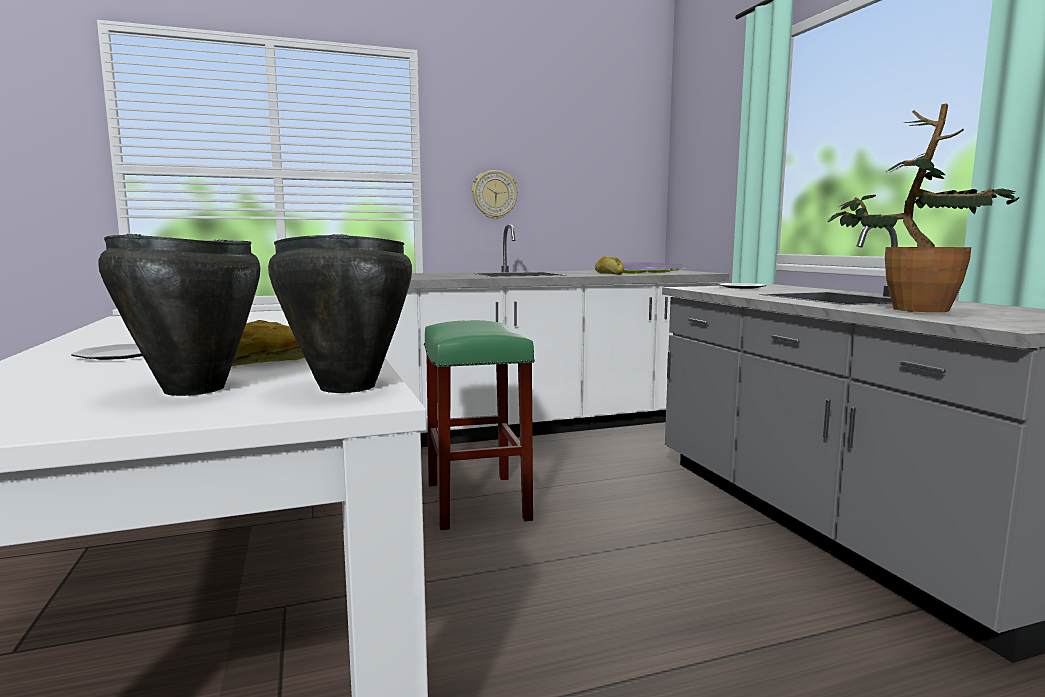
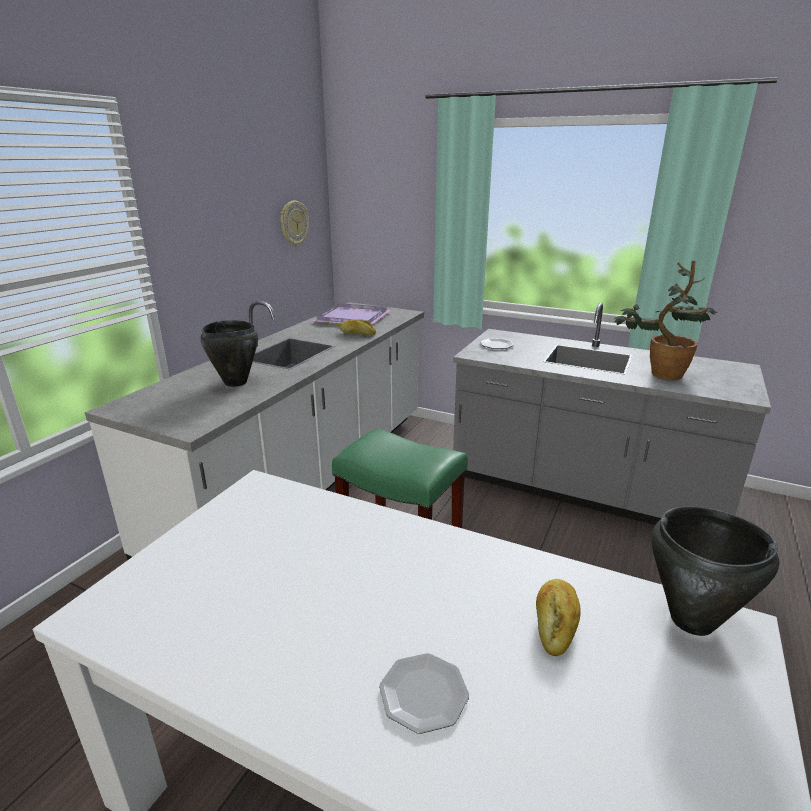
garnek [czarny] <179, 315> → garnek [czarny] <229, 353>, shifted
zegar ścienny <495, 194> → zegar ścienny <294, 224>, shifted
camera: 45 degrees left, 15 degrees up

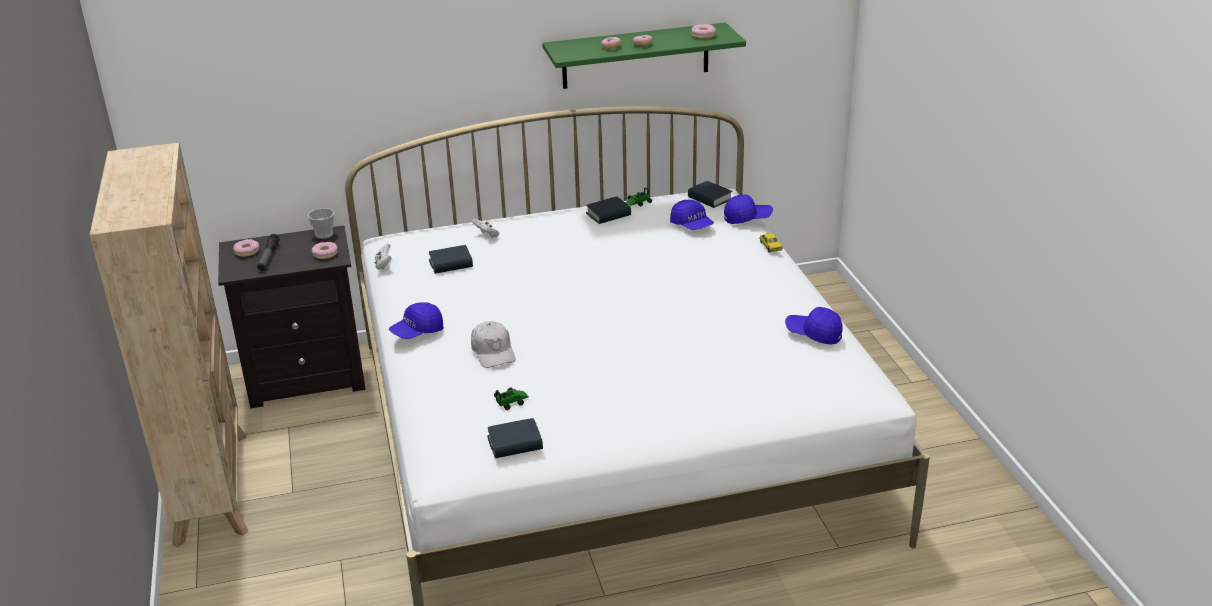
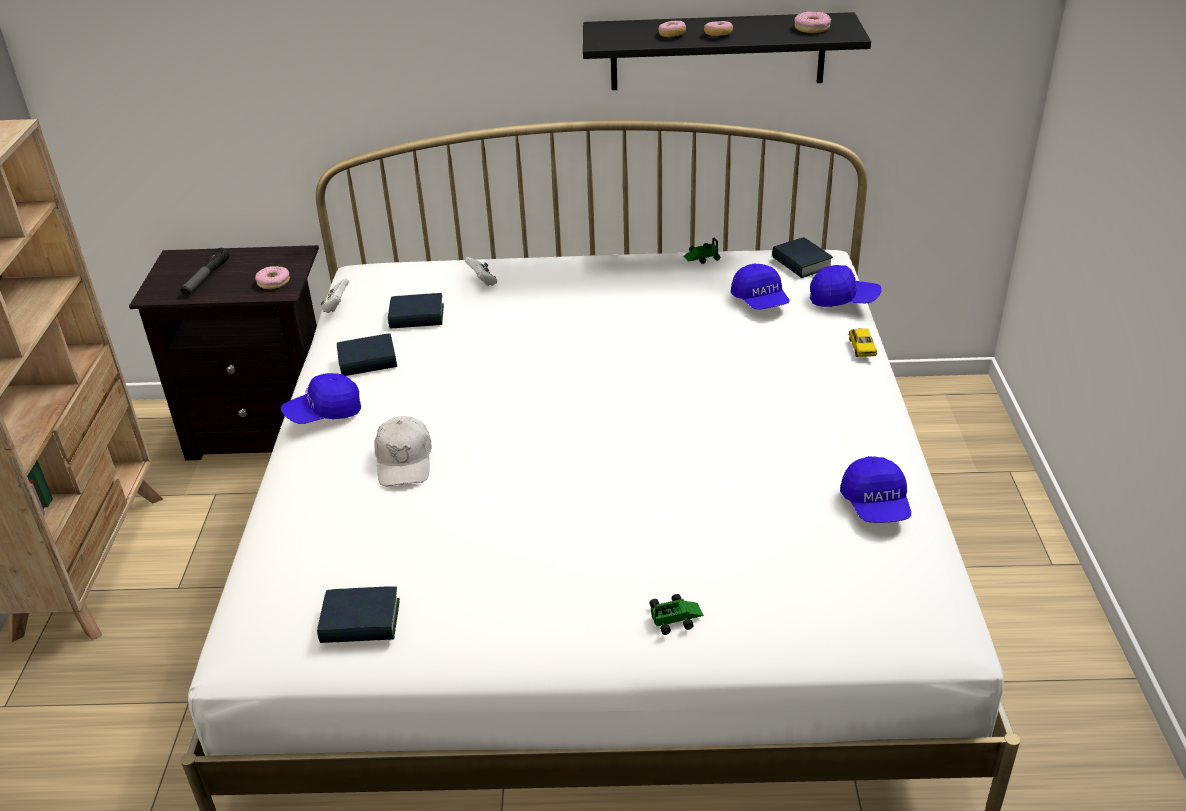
donut <246, 248> → -
filiżanka <321, 223> → -
samochodzik <511, 399> → samochodzik <676, 614>, shifted
półka [zielony] <644, 55> → półka [czarny] <727, 51>
książka <608, 210> → książka <367, 354>, shifted
czapka z daszkiem [niebieski] <814, 325> → czapka z daszkiem [niebieski] <875, 489>, 135 degrees counterclockwise
camera: 15 degrees right, 5 degrees up

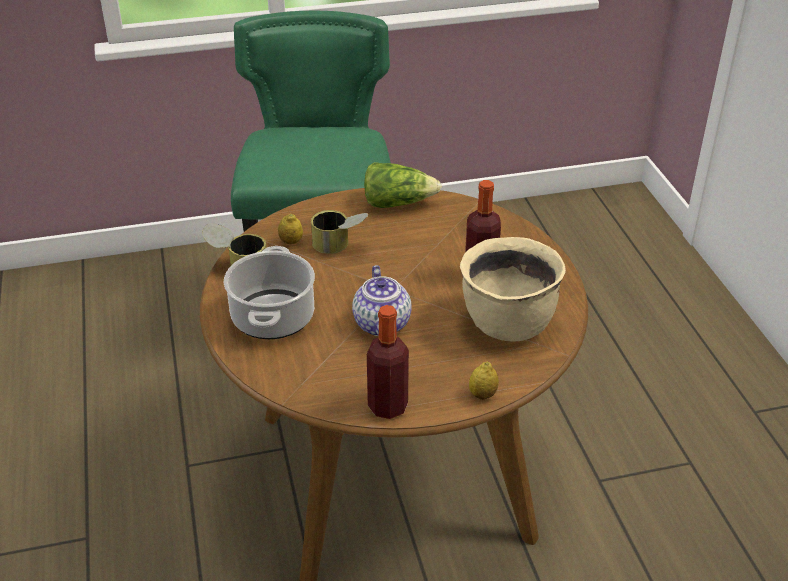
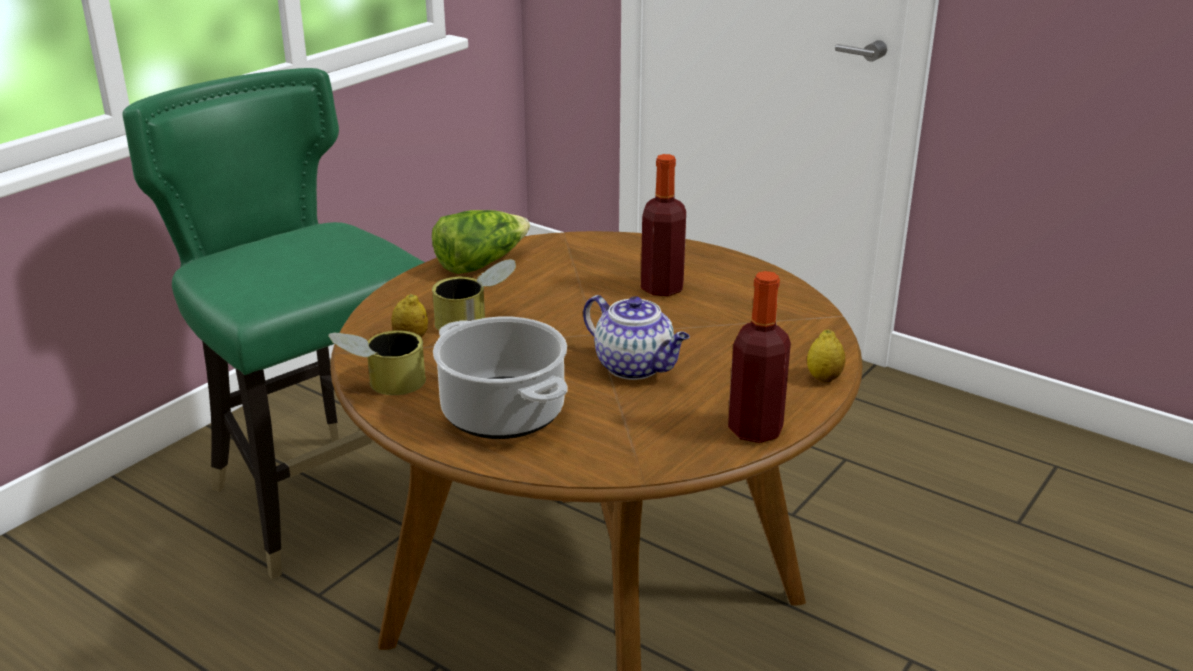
garnek [beżowy] <513, 289> → -
camera: 40 degrees left, 10 degrees down

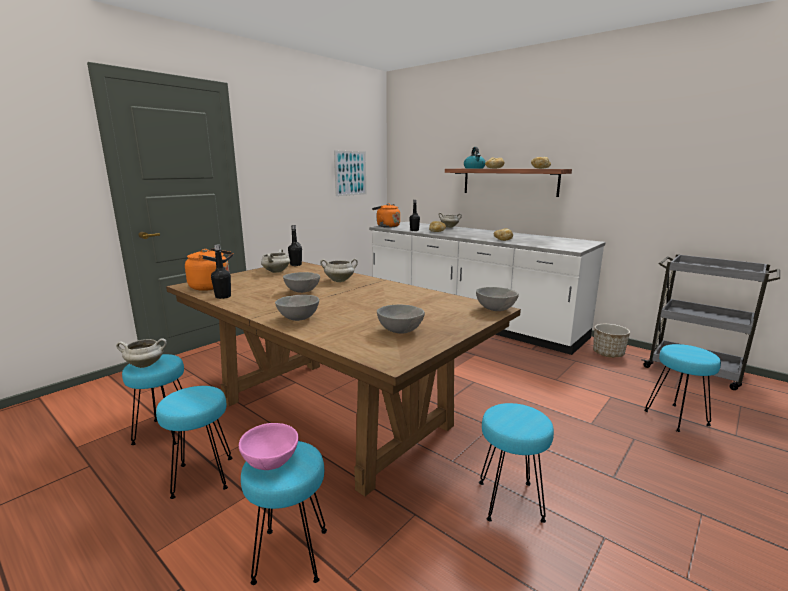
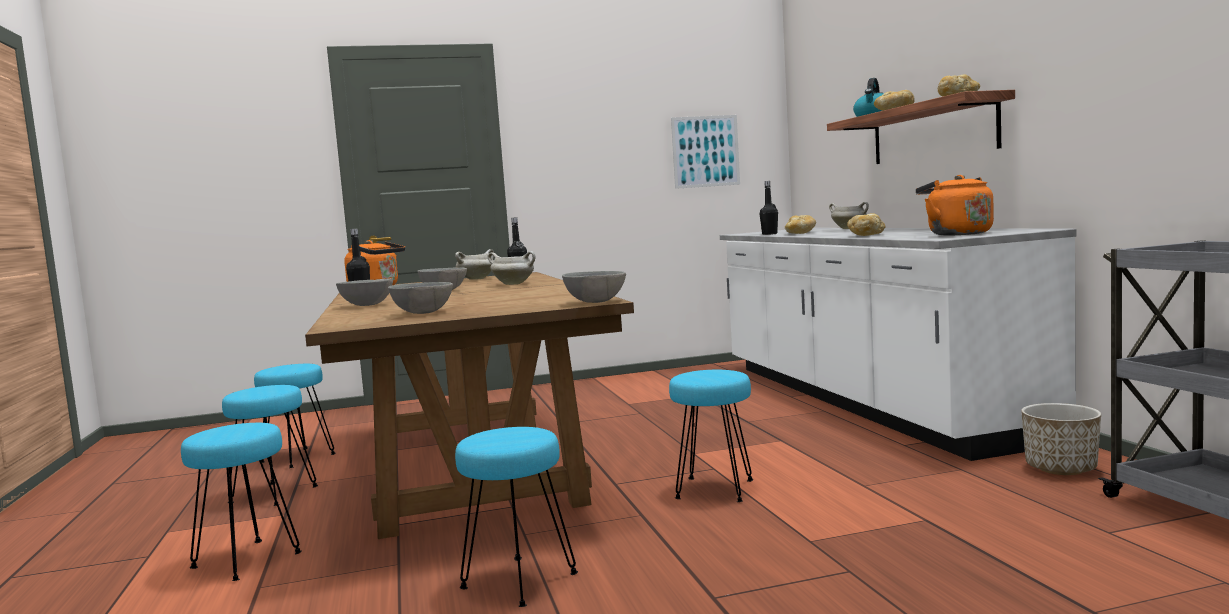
garnek [biały] <141, 353> → -
miska [różowy] <269, 446> → -
czajnik [pomarańczowy] <386, 215> → czajnik [pomarańczowy] <954, 205>, shifted
stołek [turkusowy] <682, 388> → stołek [turkusowy] <711, 436>, shifted
camera: 35 degrees right, 10 degrees down

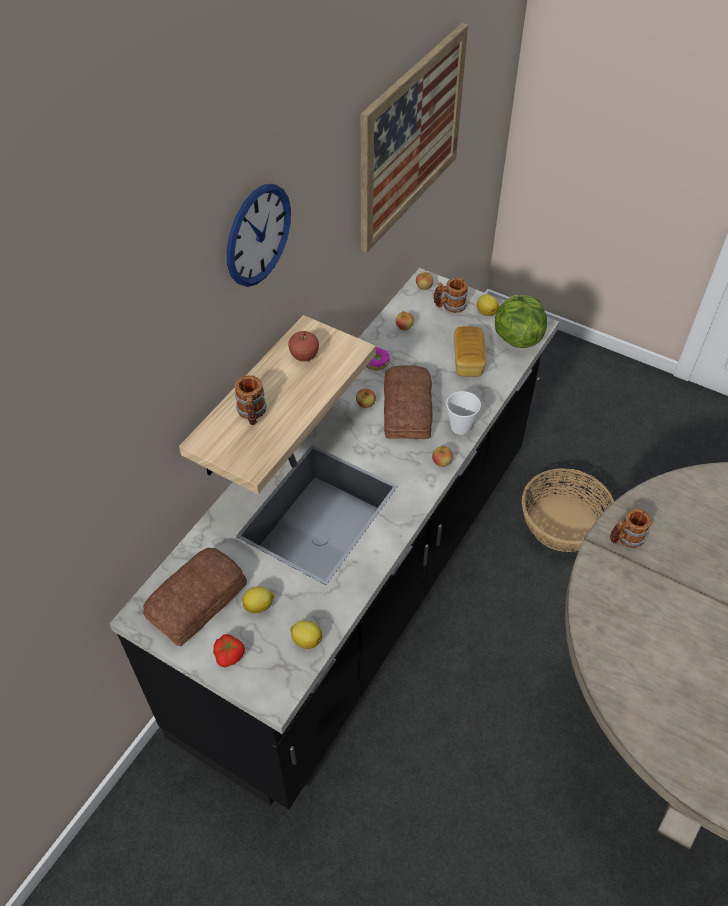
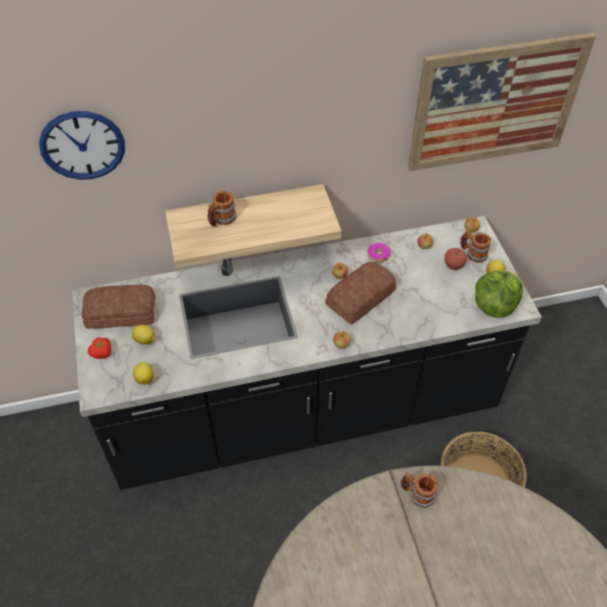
zegar ścienny <259, 235> → zegar ścienny <82, 145>, shifted
jabłko <303, 346> → jabłko <455, 259>, shifted
filiżanka <463, 413> → -
chleb <470, 351> → -
camera: 45 degrees right, 0 degrees up

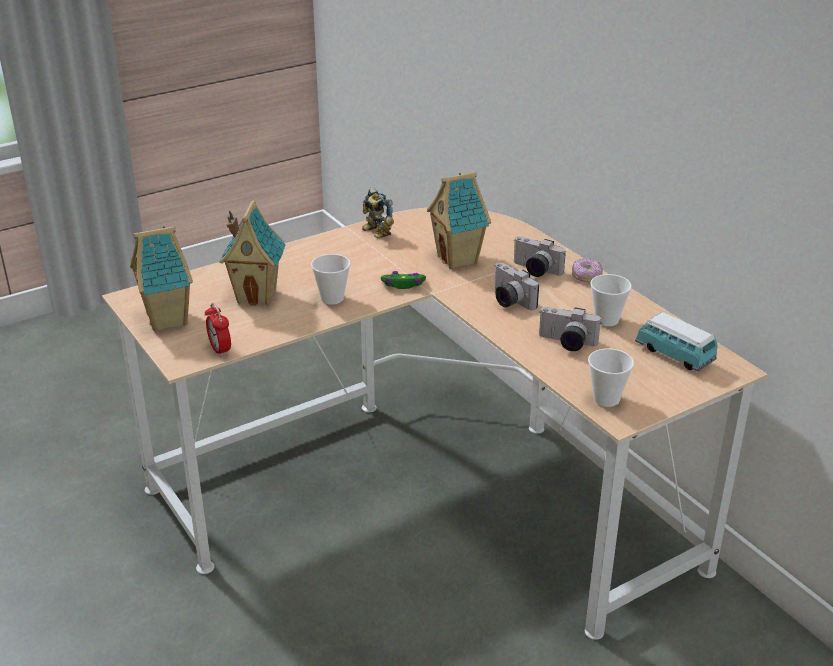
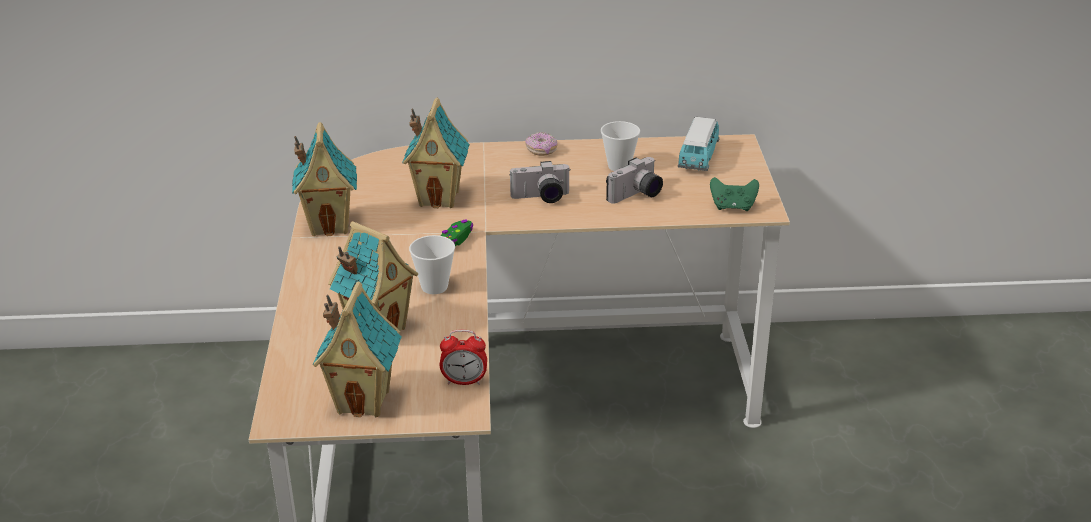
robot zabawkowy <378, 212> → domek <324, 179>
aparat fotograficzny <539, 256> → -
filiżanka <611, 377> → pad do gier [zielony] <734, 194>
samochodzik <676, 342> → samochodzik <699, 144>, 60 degrees counterclockwise
camera: 60 degrees left, 0 degrees up

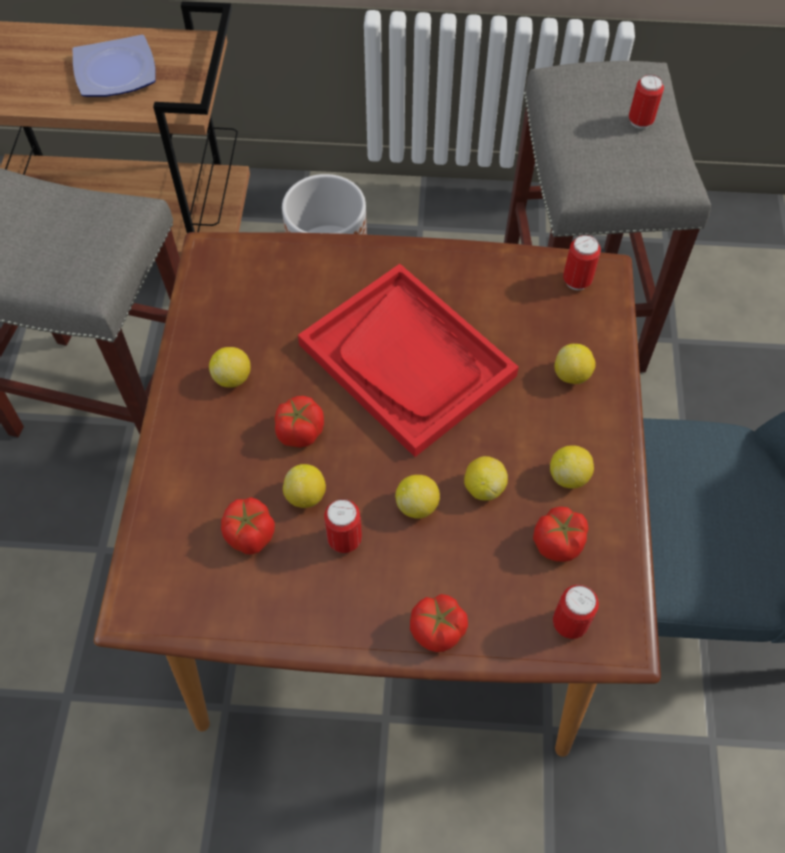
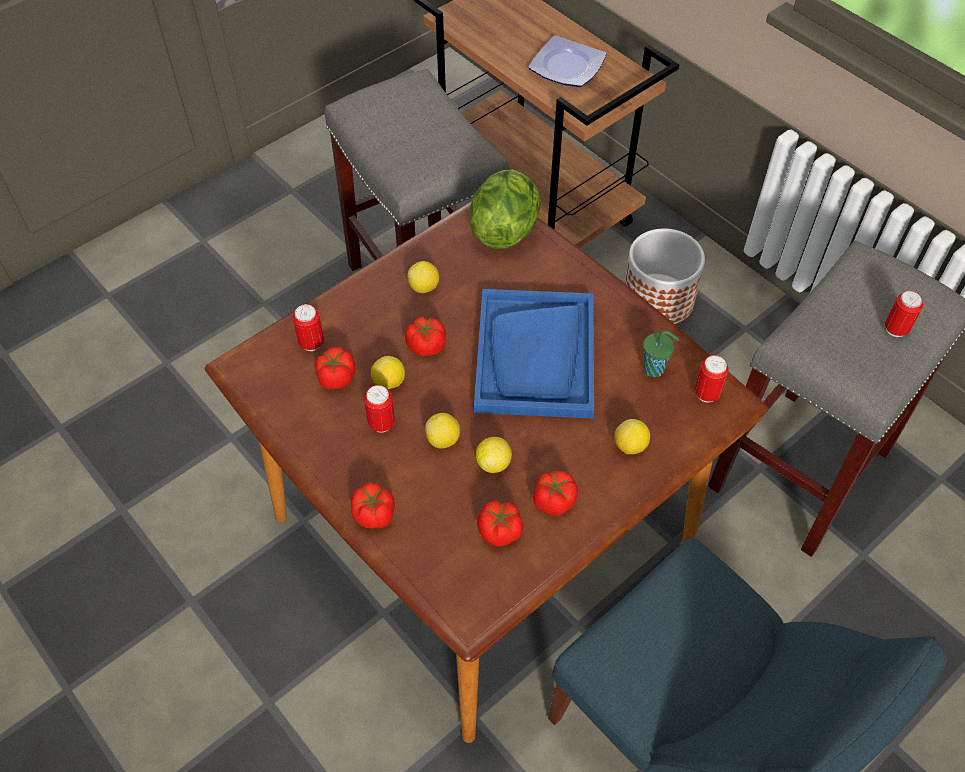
taca [czerwony] <408, 360> → taca [niebieski] <534, 354>
cytryna <572, 467> → pomidor <555, 493>
puszka <576, 612> → puszka <308, 327>, shifted
- → sałata <505, 209>
- → filiżanka [zielony] <661, 354>
camera: 45 degrees right, 5 degrees down

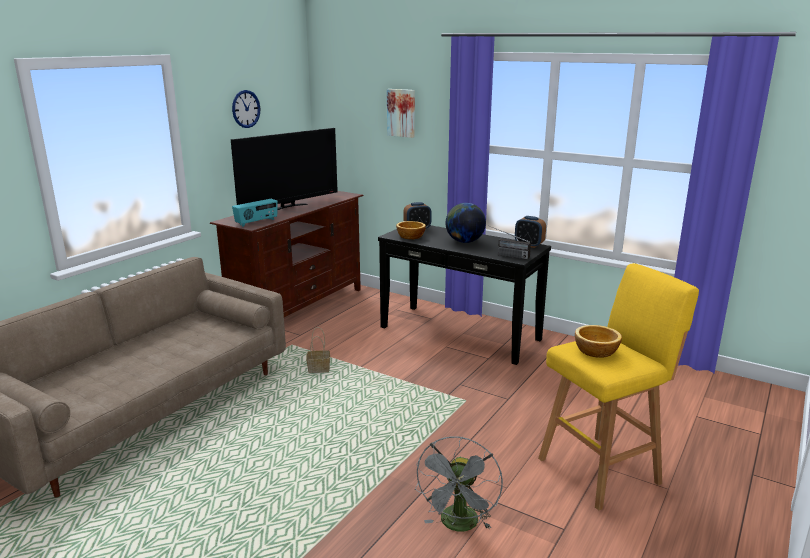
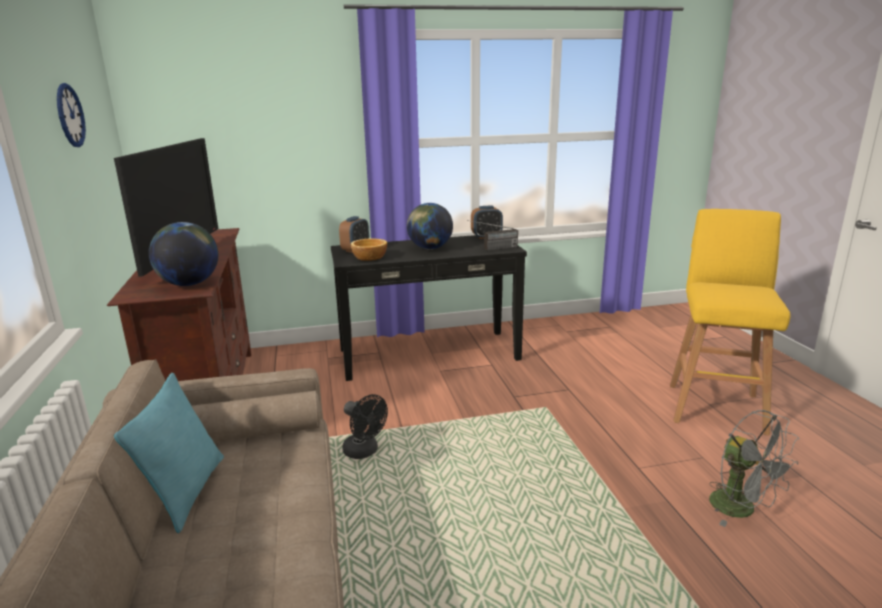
radio <255, 213> → globus <183, 254>
koszyk <318, 350> → wentylator [czarny] <365, 426>
obraz <401, 113> → -
miska <598, 341> → -
- → poduszka [turkusowy] <169, 453>
camera: 45 degrees left, 0 degrees up

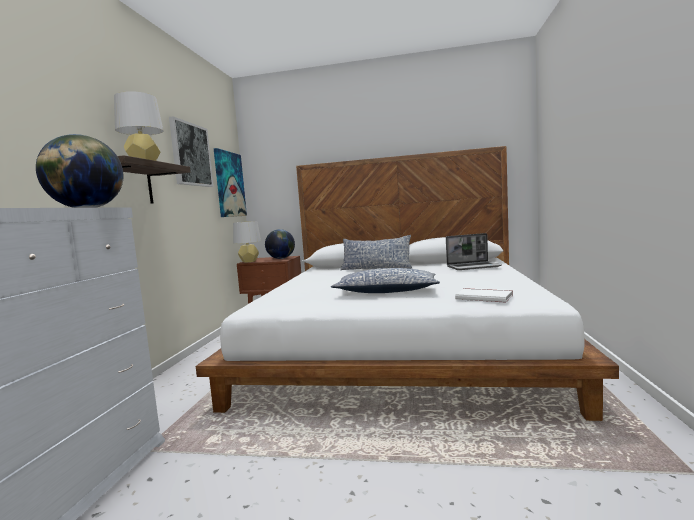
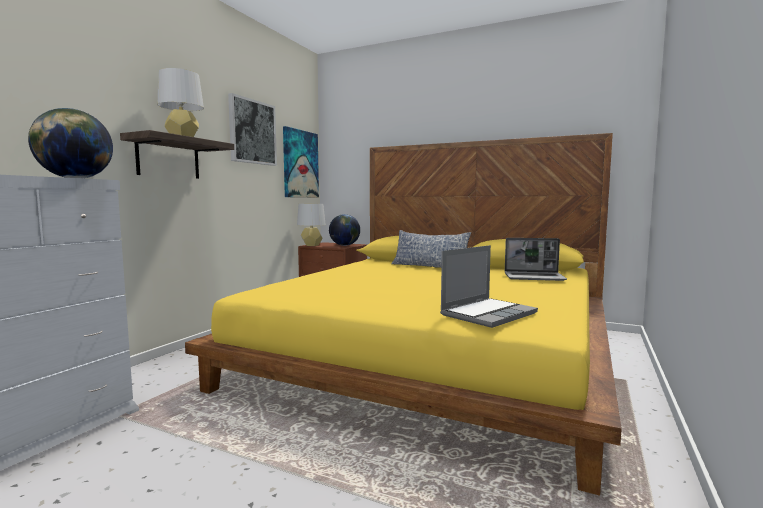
łóżko [biały] <407, 283> → łóżko [żółty] <403, 314>
poduszka <385, 280> → -
książka [biały] <484, 295> → laptop <489, 286>
camera: 15 degrees right, 0 degrees up

